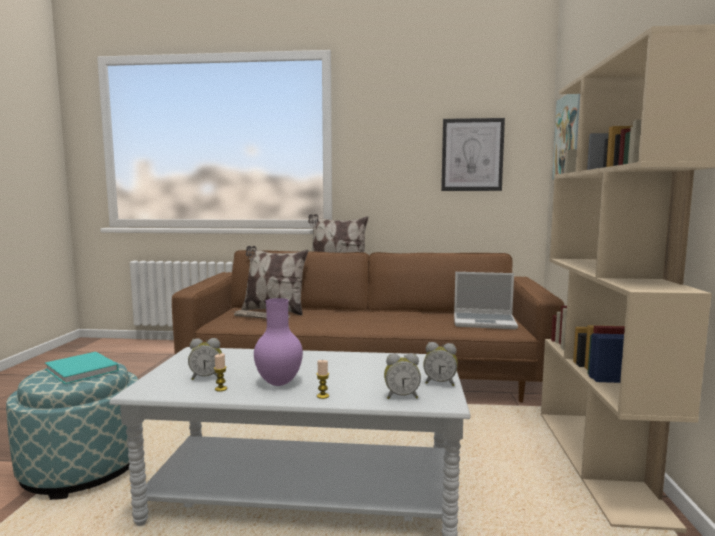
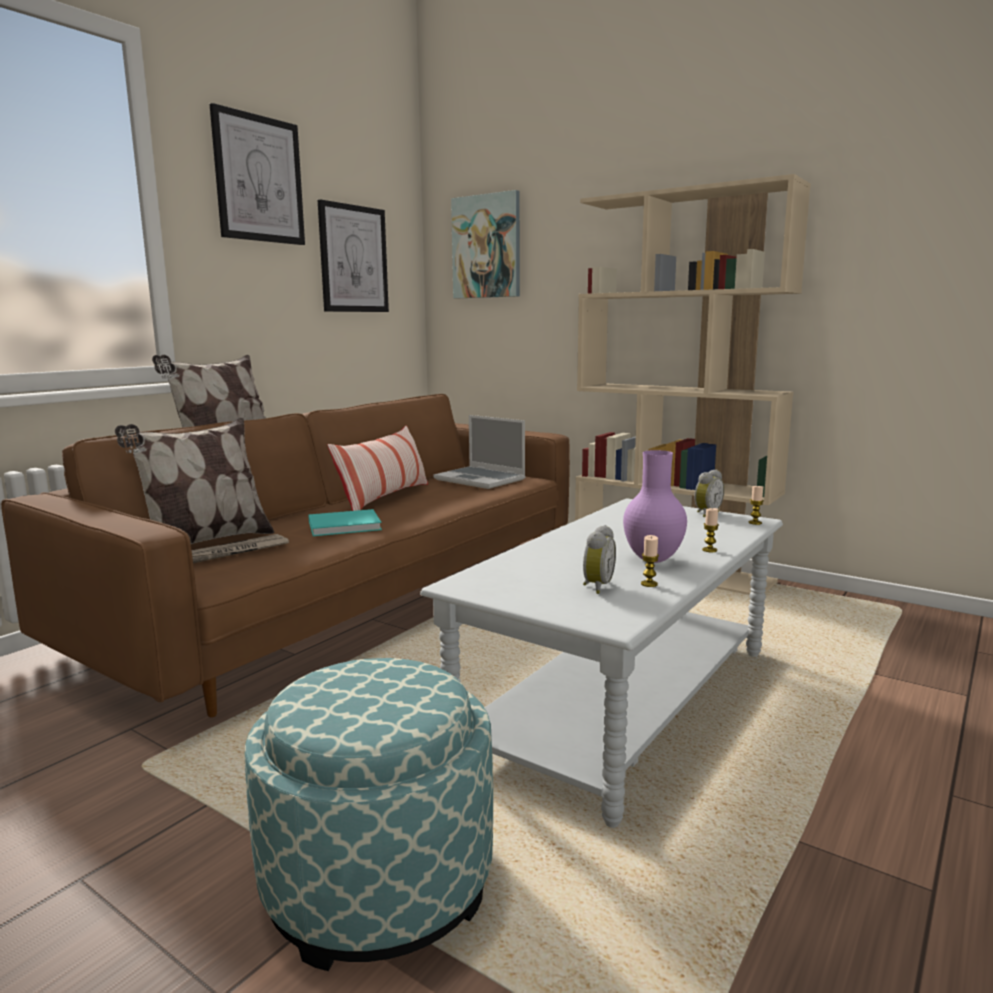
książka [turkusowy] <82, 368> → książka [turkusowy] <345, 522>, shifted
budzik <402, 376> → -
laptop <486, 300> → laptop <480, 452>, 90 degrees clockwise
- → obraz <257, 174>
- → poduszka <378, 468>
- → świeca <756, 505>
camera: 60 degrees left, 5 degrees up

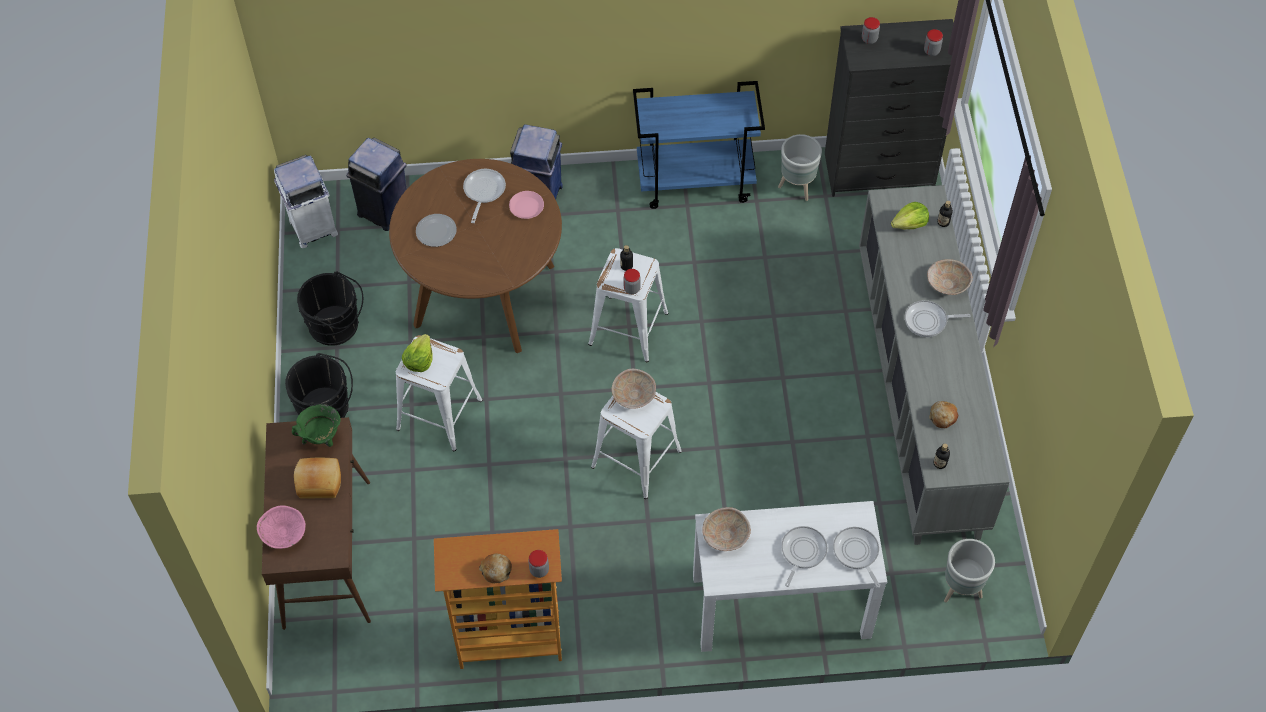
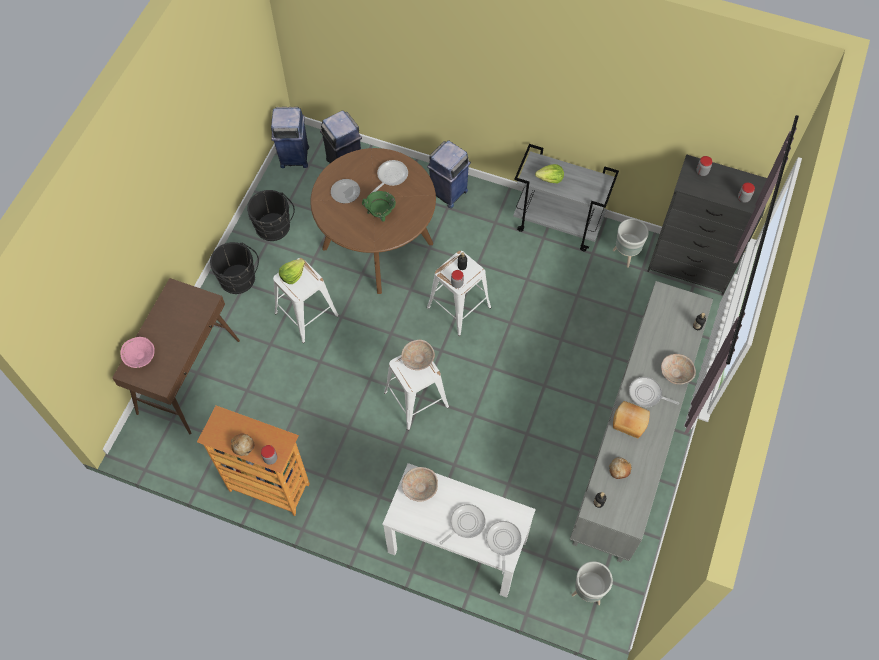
kosz na śmieci [biały] <306, 201> → kosz na śmieci [niebieski] <290, 137>
garnek [zielony] <316, 425> → garnek [zielony] <379, 206>, shifted
chleb <317, 478> → chleb <631, 419>, shifted
talerz [różowy] <526, 205> → -
wózek [niebieski] <699, 145> → wózek [szary] <566, 197>
sałata <910, 216> → sałata <549, 173>, shifted
camera: 25 degrees right, 5 degrees up

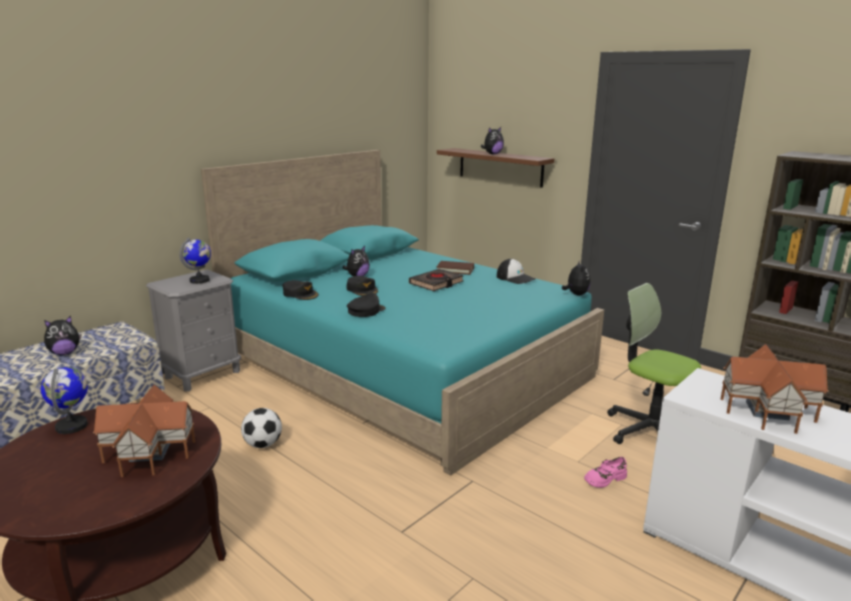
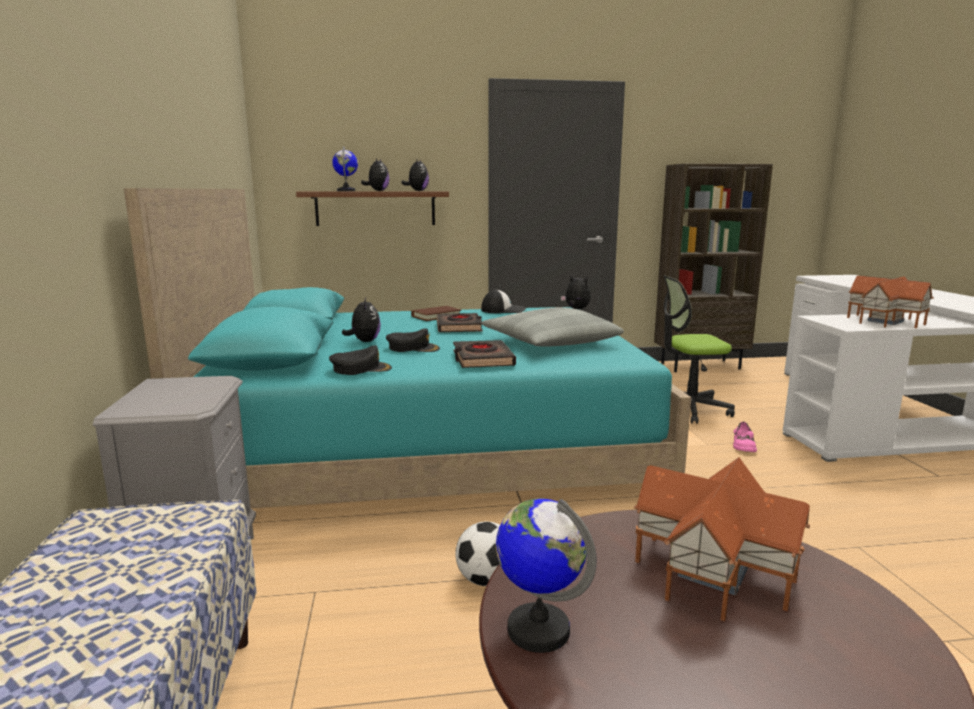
pluszak <62, 335> → pluszak <415, 175>, shifted
globus <195, 260> → globus <345, 168>, shifted
czapka z daszkiem [czarny] <366, 305> → książka [czarny] <484, 354>
- → poduszka [szary] <553, 327>
camera: 50 degrees left, 5 degrees down

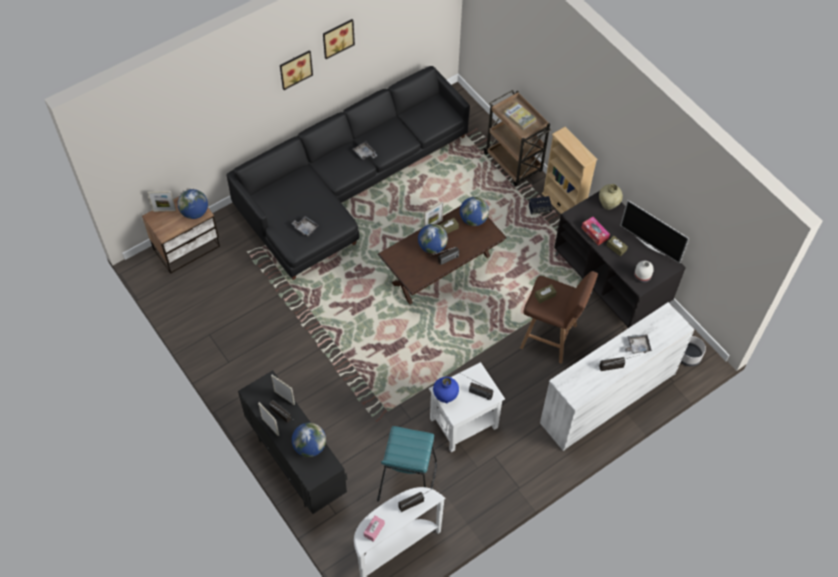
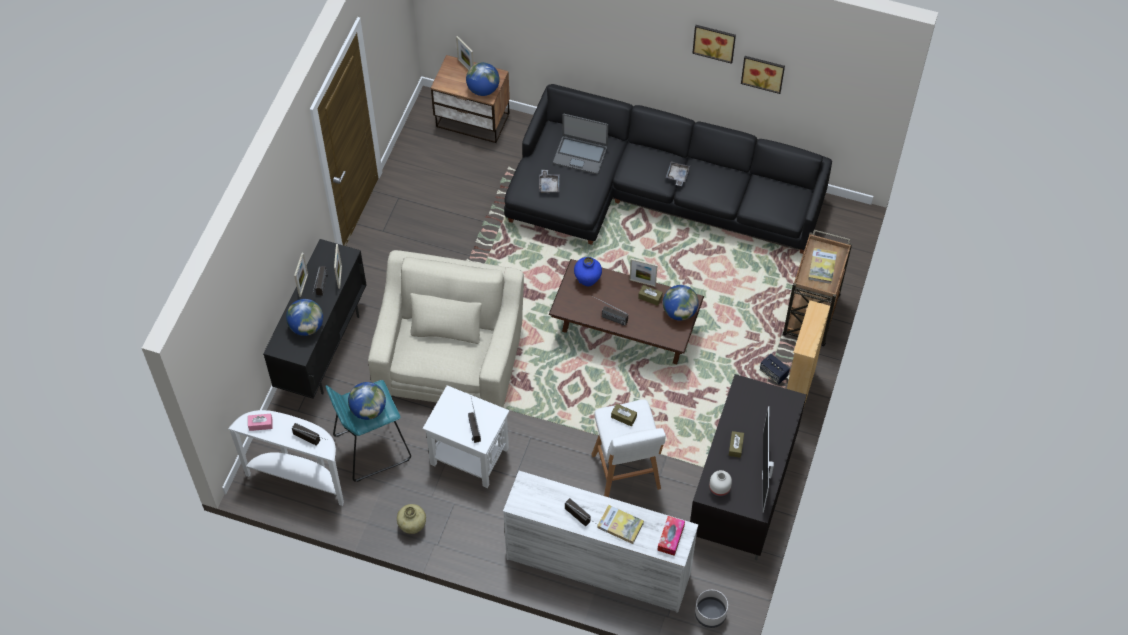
obraz <296, 70> → obraz <763, 75>, shifted
globus <433, 239> → globus <367, 401>, shifted
wazon [niebieski] <446, 390> → wazon [niebieski] <588, 271>, shifted
stołek [brązowy] <559, 317> → stołek [biały] <628, 448>
pudełko chusteczek <595, 231> → pudełko chusteczek <671, 536>, shifted
wazon [beżowy] <611, 197> → wazon [beżowy] <411, 519>, shifted
taca [szary] <638, 344> → książka <620, 524>
- → fotel [beżowy] <446, 329>
- → laptop <580, 144>
camera: 55 degrees right, 0 degrees up

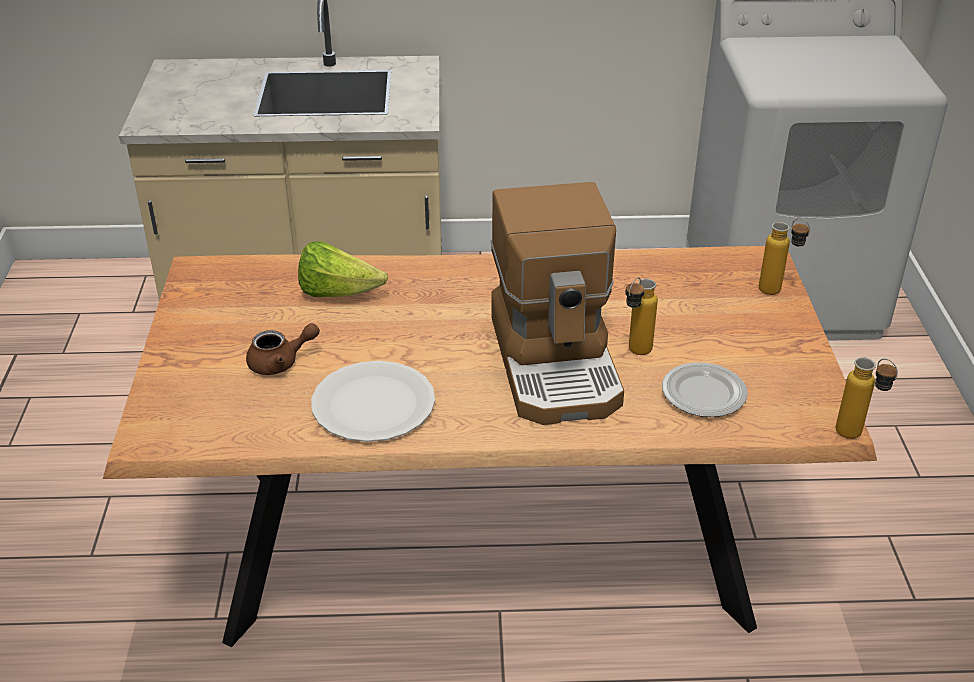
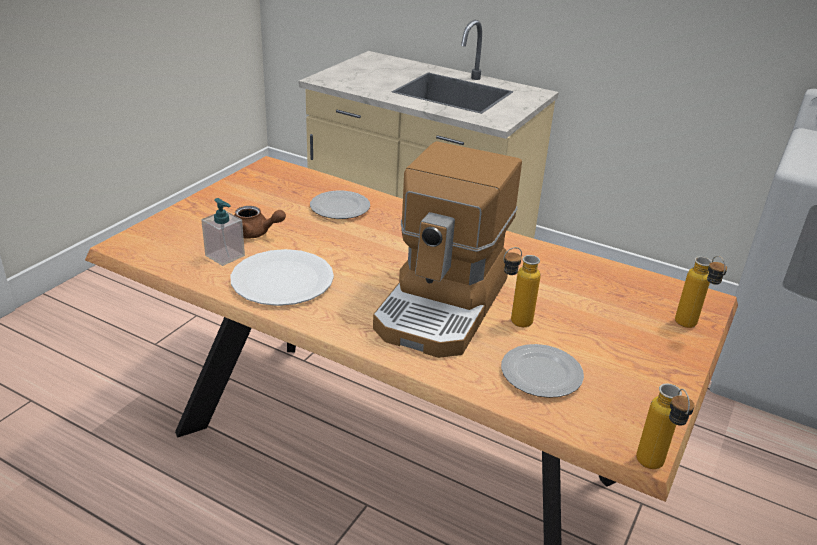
sałata <343, 269> → talerz <340, 205>
- → dozownik mydła <223, 232>
camera: 30 degrees right, 5 degrees down

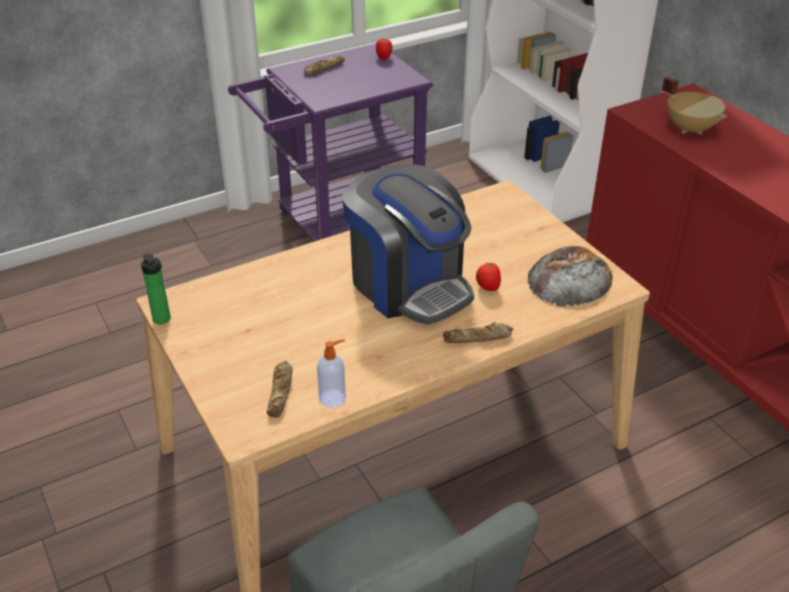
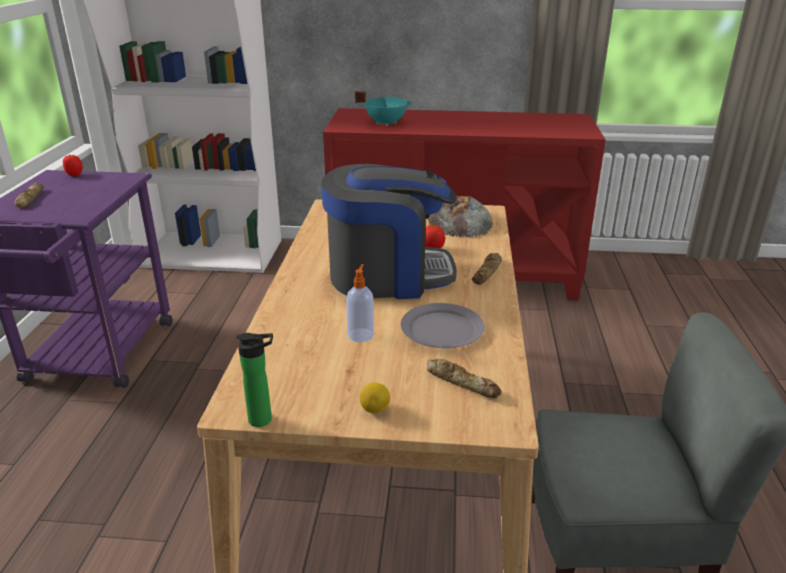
dozownik mydła <331, 373> → dozownik mydła <360, 303>, shifted
garnek [beżowy] <694, 105> → garnek [turkusowy] <384, 108>
- → cytryna <375, 397>
- → talerz [szary] <443, 325>
camera: 55 degrees left, 10 degrees down

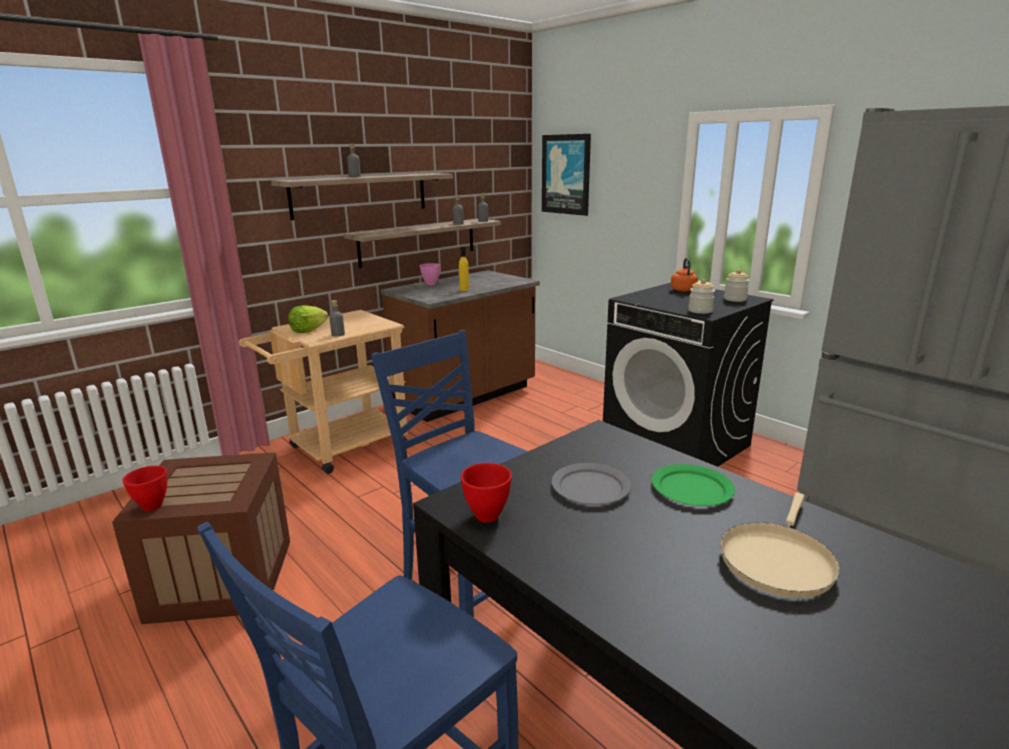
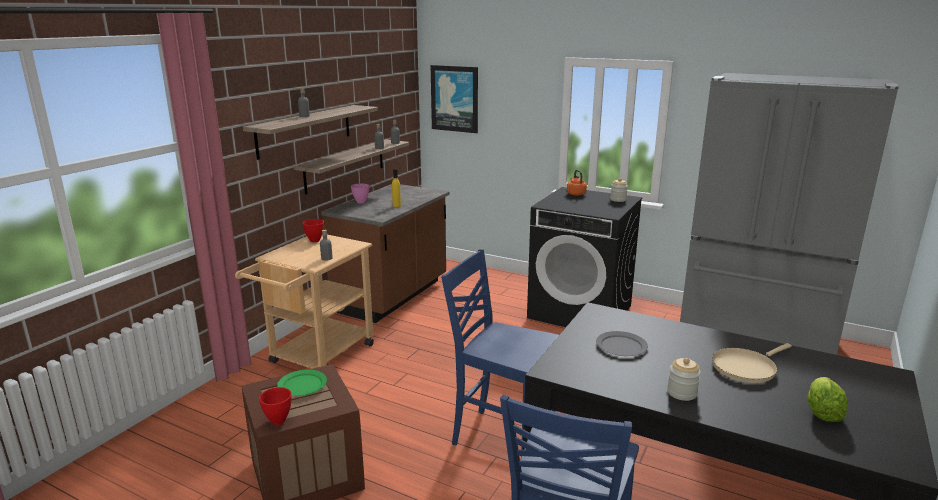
sałata <308, 319> → sałata <827, 399>, shifted
miska [czerwony] <486, 493> → miska [czerwony] <313, 230>, shifted
talerz [zielony] <693, 485> → talerz [zielony] <302, 383>, shifted
słoik <701, 296> → słoik <684, 379>, shifted
patelnia [beżowy] <780, 545> → patelnia [beżowy] <752, 363>, 45 degrees clockwise
camera: 20 degrees left, 0 degrees up

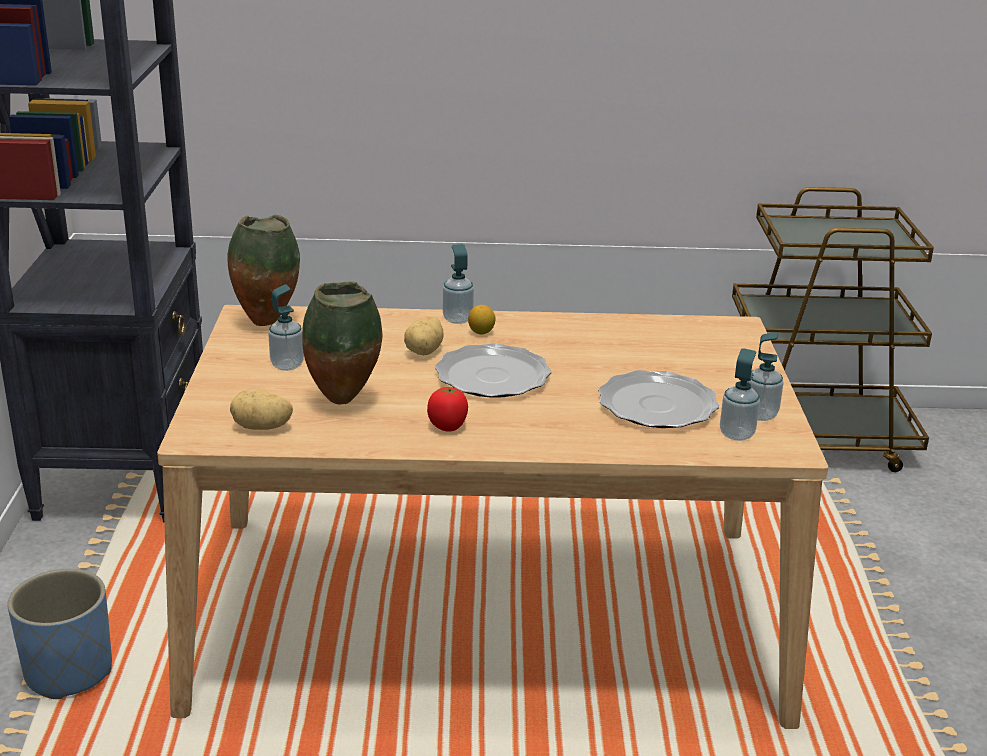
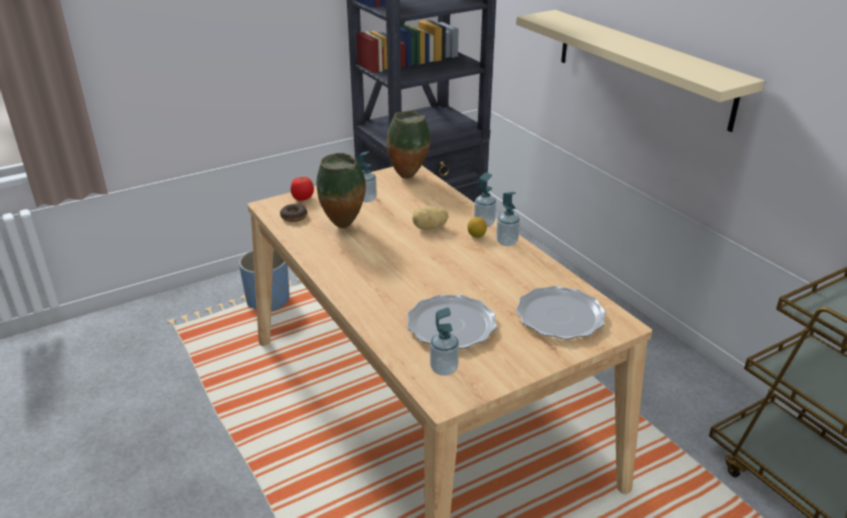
ziemniak <261, 410> → donut <293, 213>
pomidor <447, 409> → pomidor <302, 189>, shifted
talerz <493, 370> → talerz <561, 312>, shifted
dozownik mydła <765, 376> → dozownik mydła <508, 219>, shifted
- → półka [beżowy] <640, 71>
camera: 60 degrees right, 5 degrees up

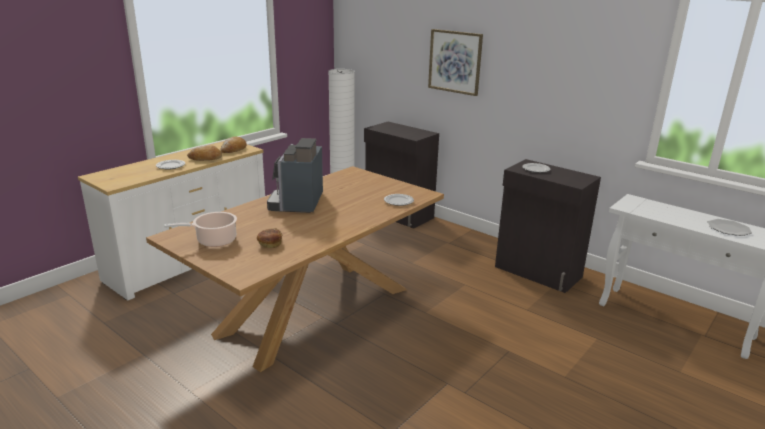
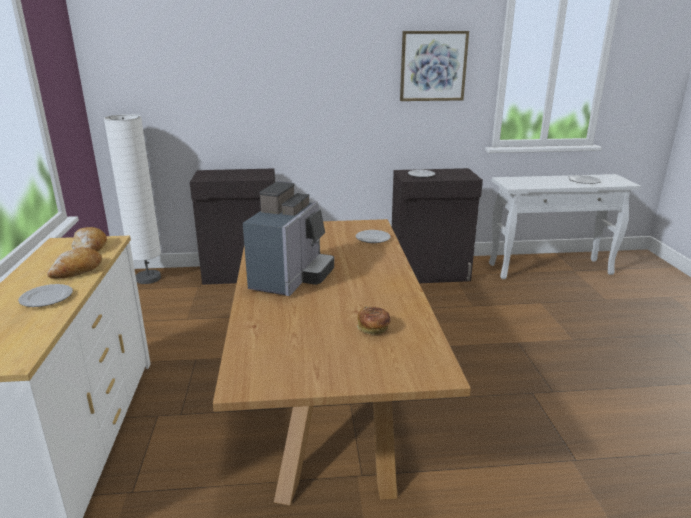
garnek <200, 229> → -
ekspres do kawy <295, 175> → ekspres do kawy <288, 239>, 120 degrees counterclockwise
obraz <455, 62> → obraz <434, 66>, shifted
camera: 45 degrees left, 0 degrees up

